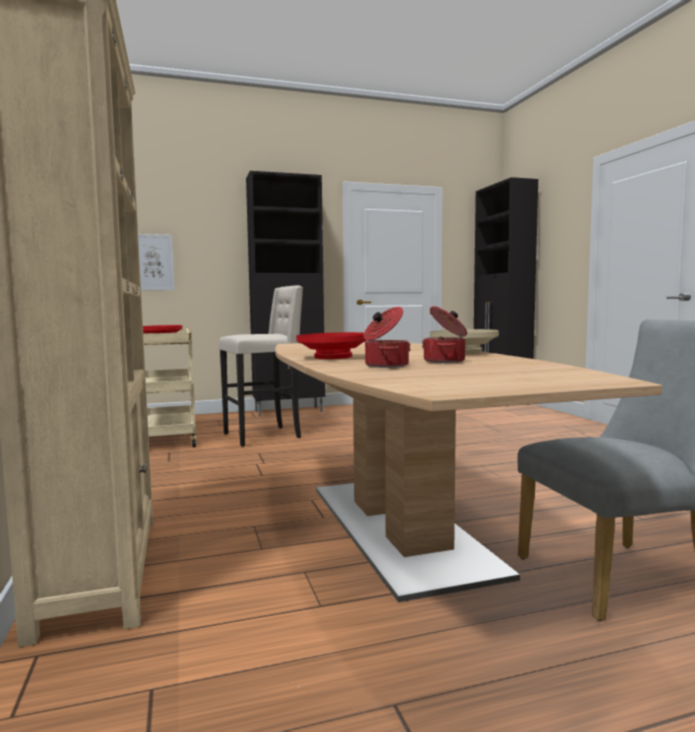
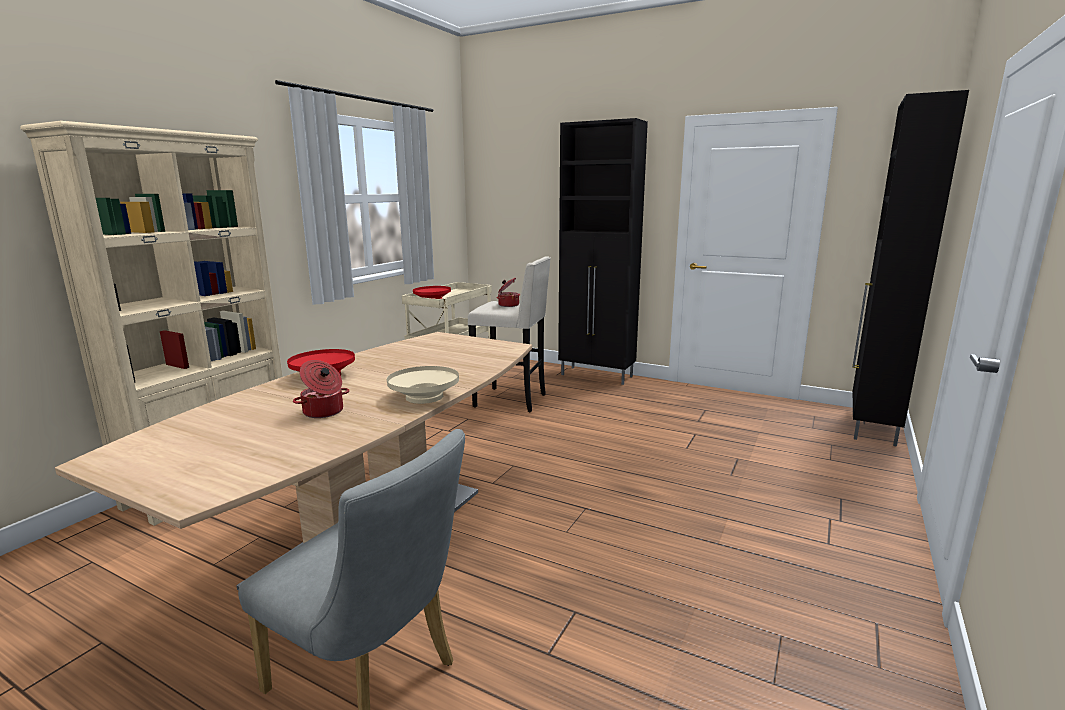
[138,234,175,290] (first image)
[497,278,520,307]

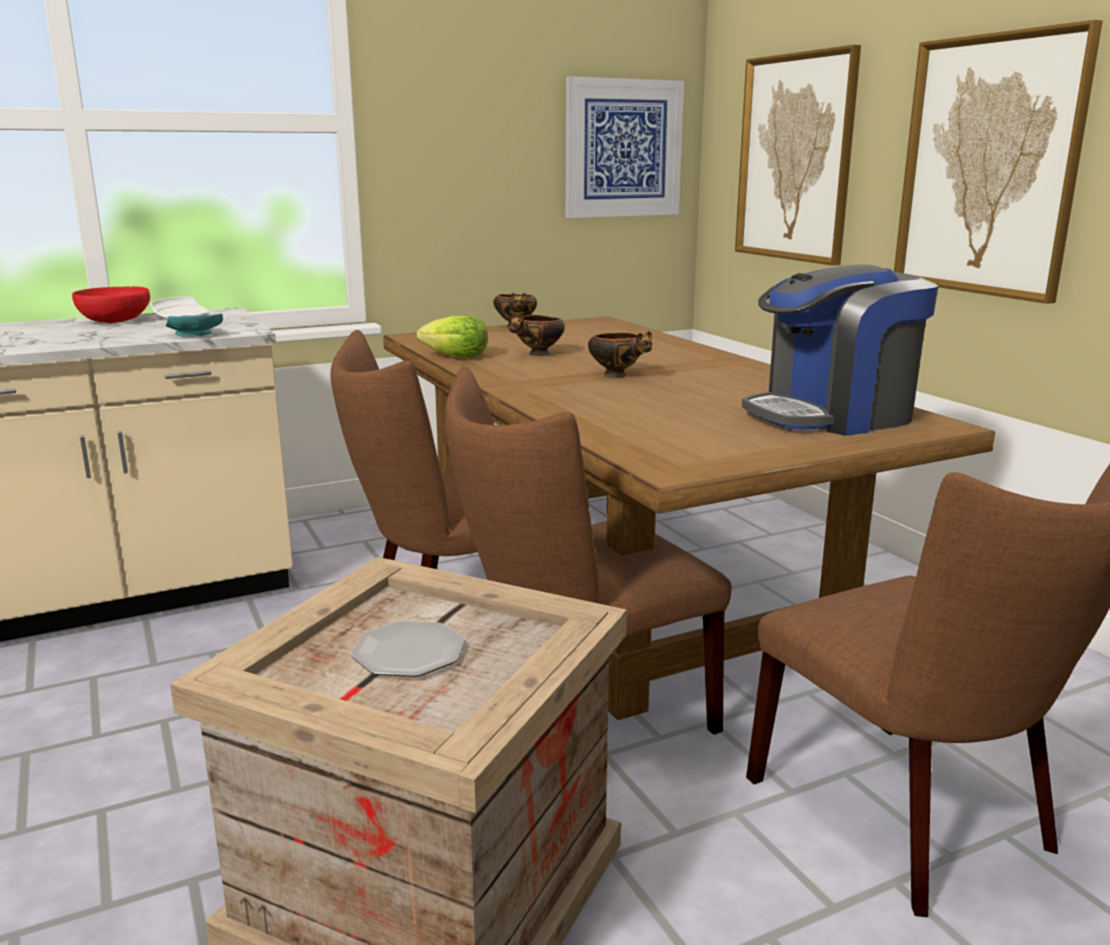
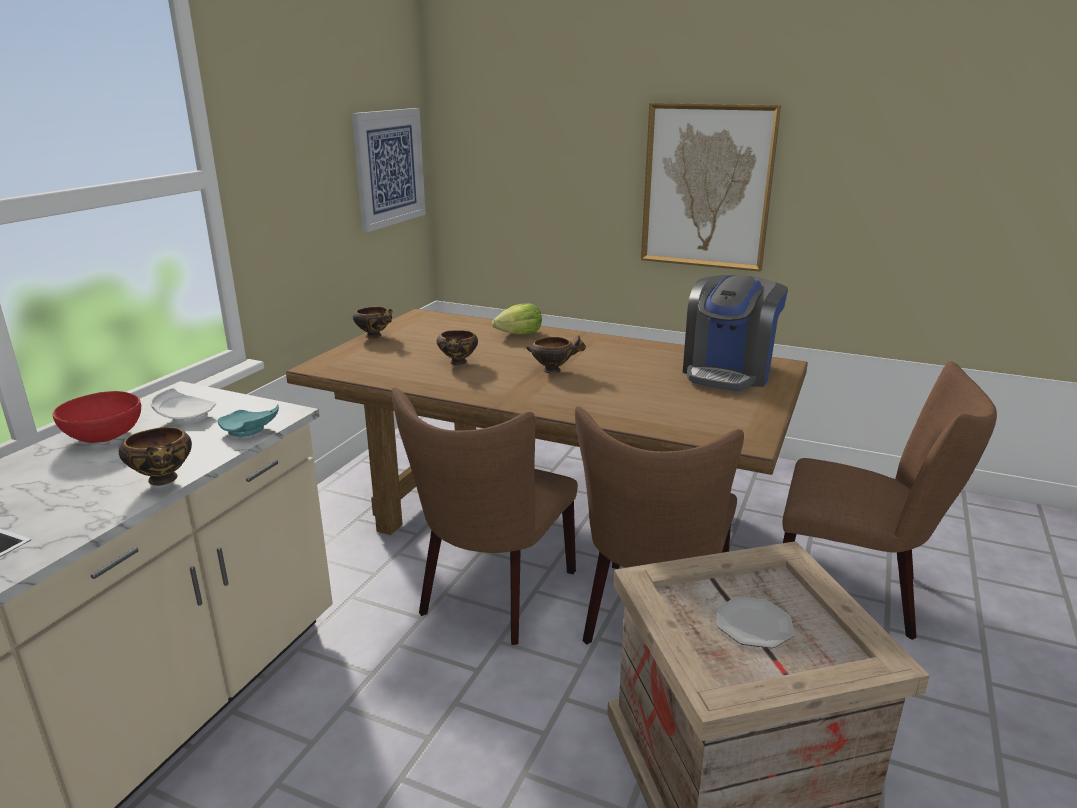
[492,303,542,334]
[735,45,861,266] (first image)
[119,427,192,486]

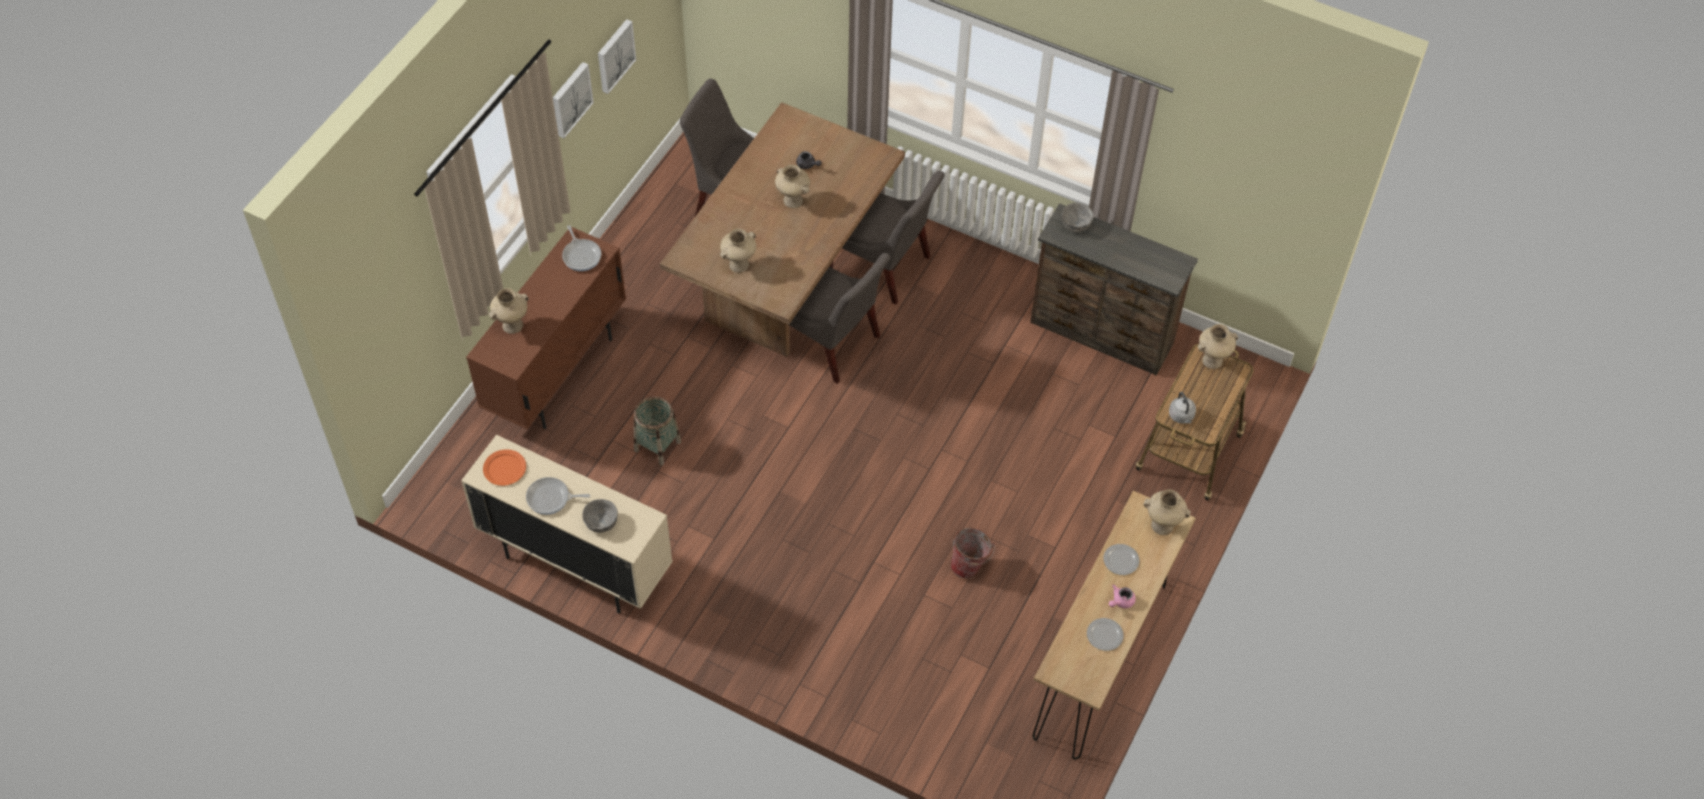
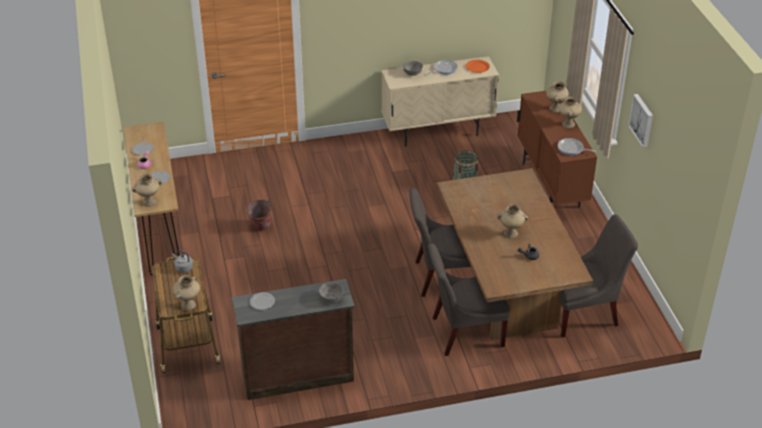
[598,19,636,94] (first image)
[559,97,582,128]
[250,292,275,310]

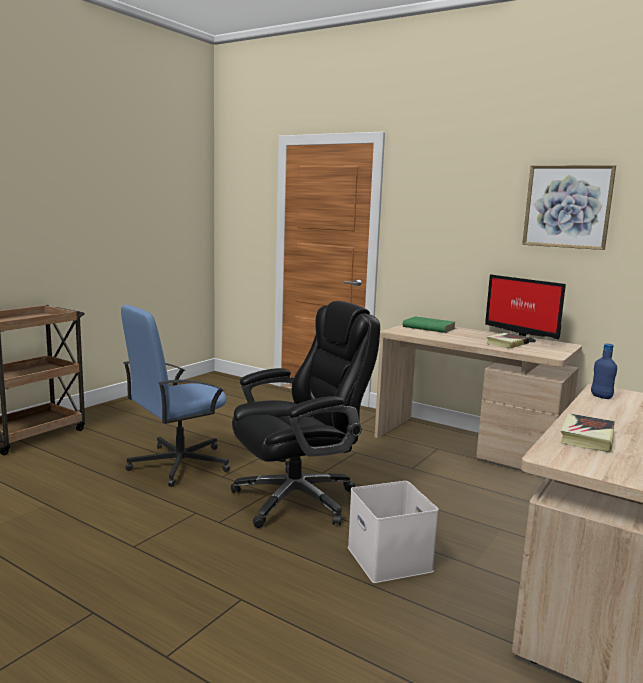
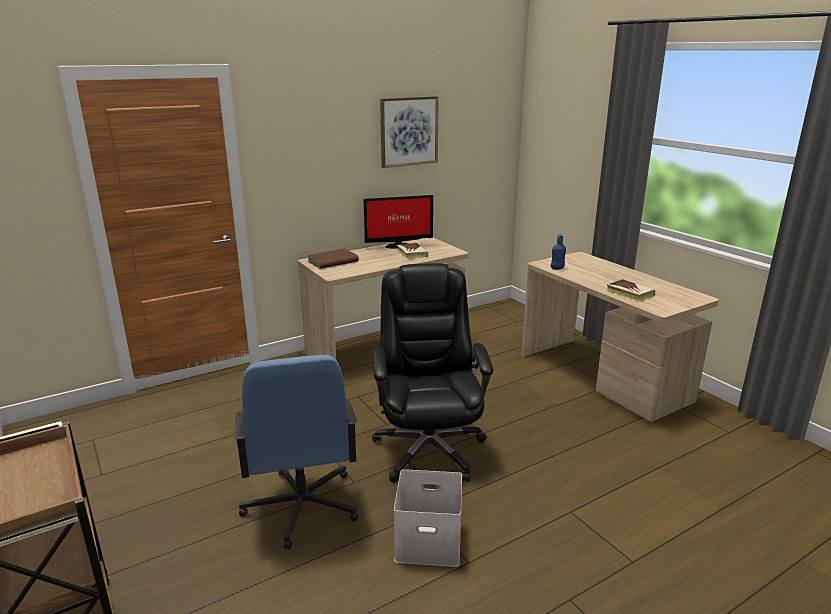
[394,469,462,567]
[307,248,359,269]

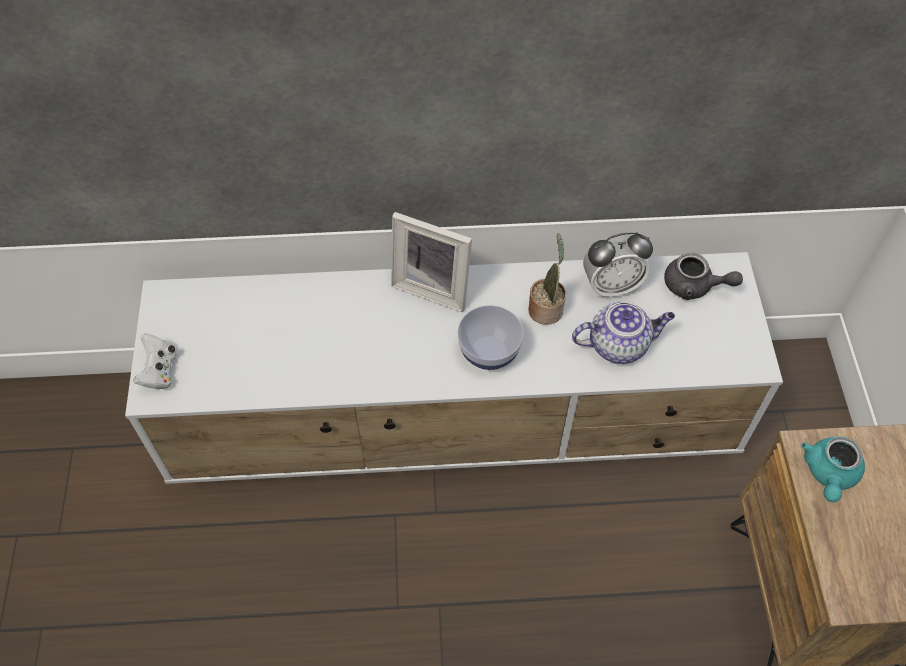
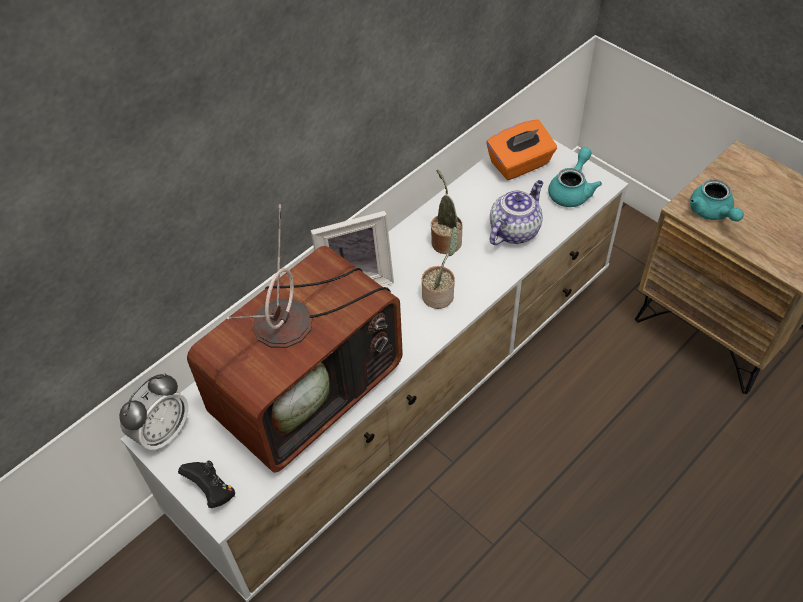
[178,460,235,508]
[422,227,458,309]
[119,373,188,452]
[486,120,557,180]
[187,204,403,473]
[548,147,602,207]

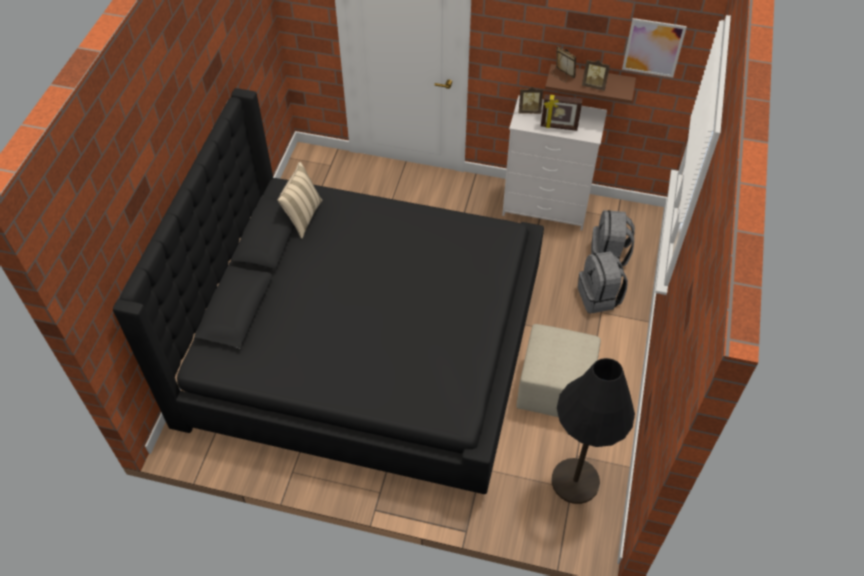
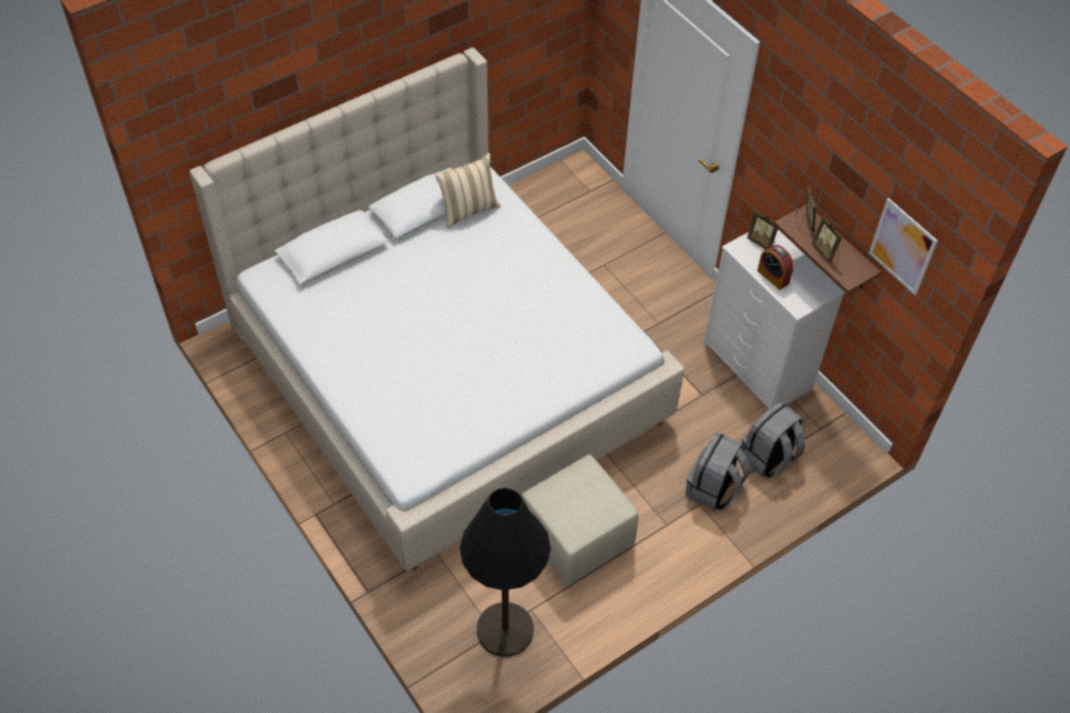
[189,47,684,571]
[757,245,794,290]

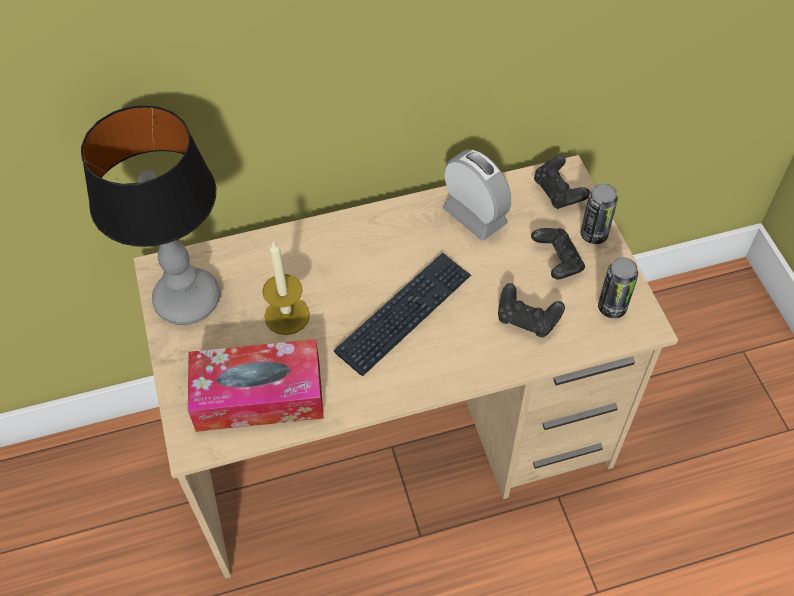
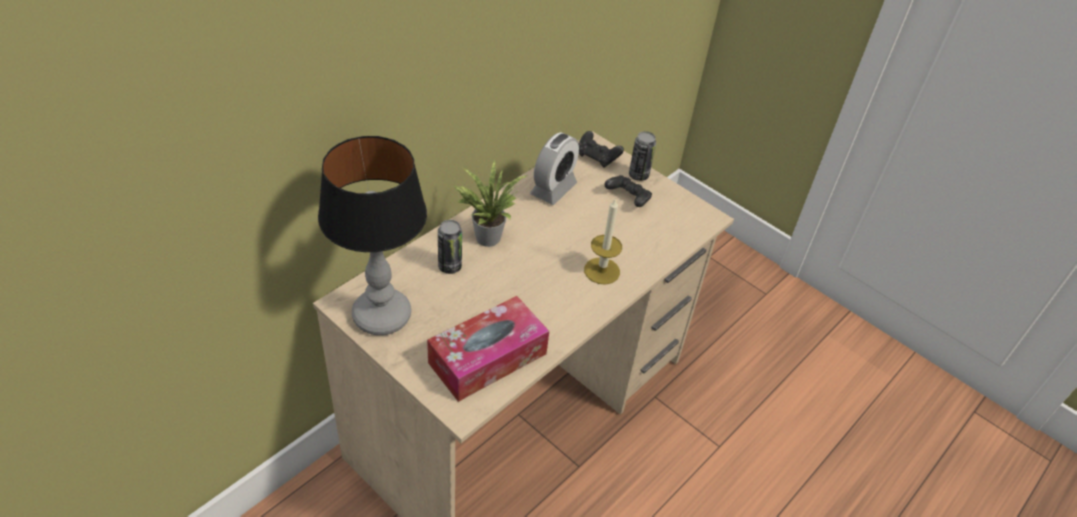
[584,198,622,285]
[334,252,471,376] (first image)
[530,132,579,205]
[498,283,565,337] (first image)
[438,220,462,274]
[453,160,528,247]

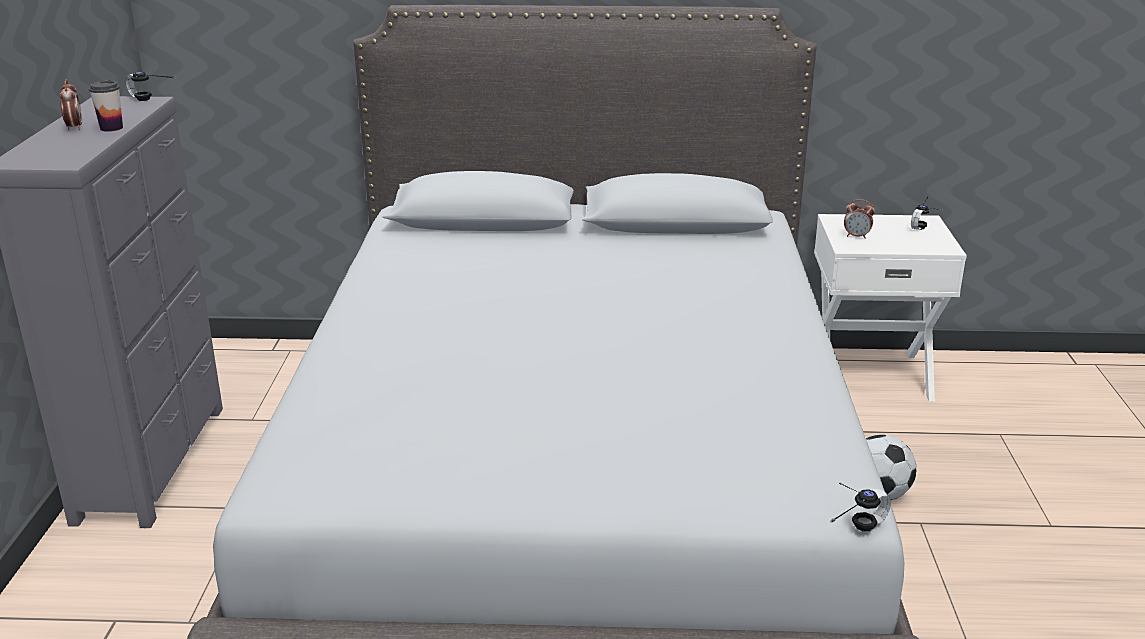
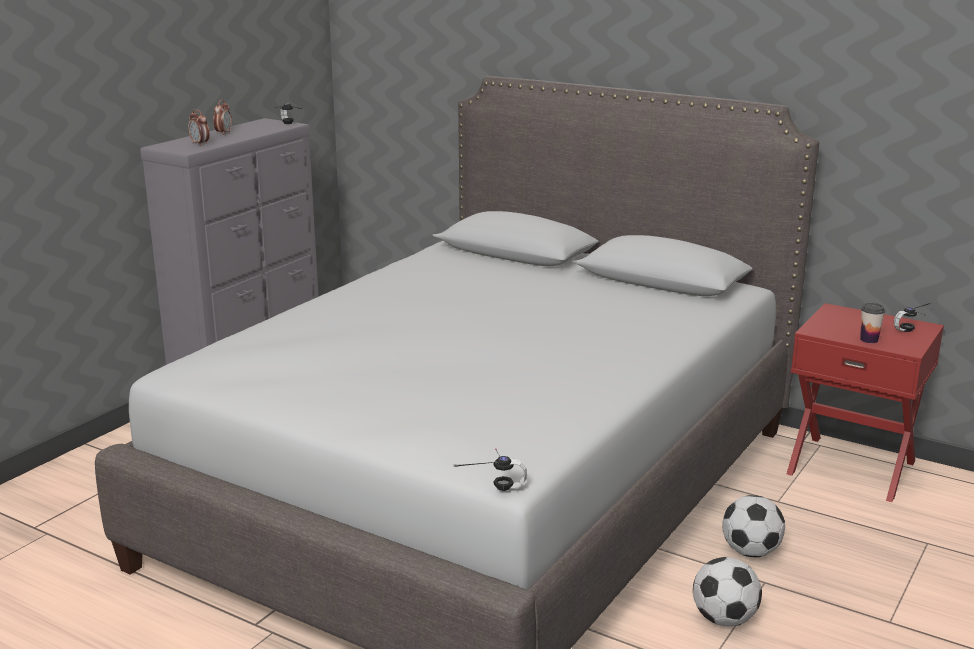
[860,303,885,343]
[787,303,944,502]
[188,109,210,146]
[693,557,762,627]

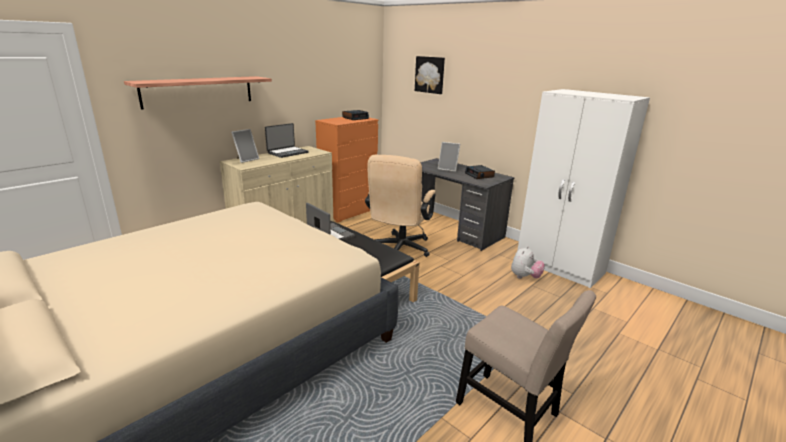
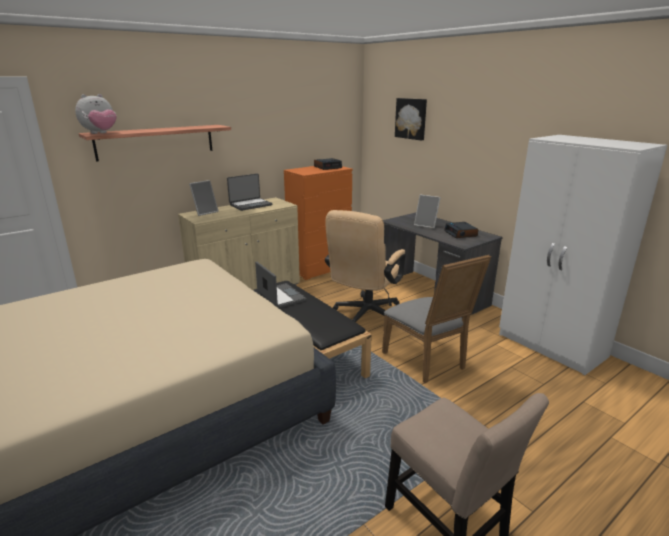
[75,94,117,134]
[382,255,491,383]

